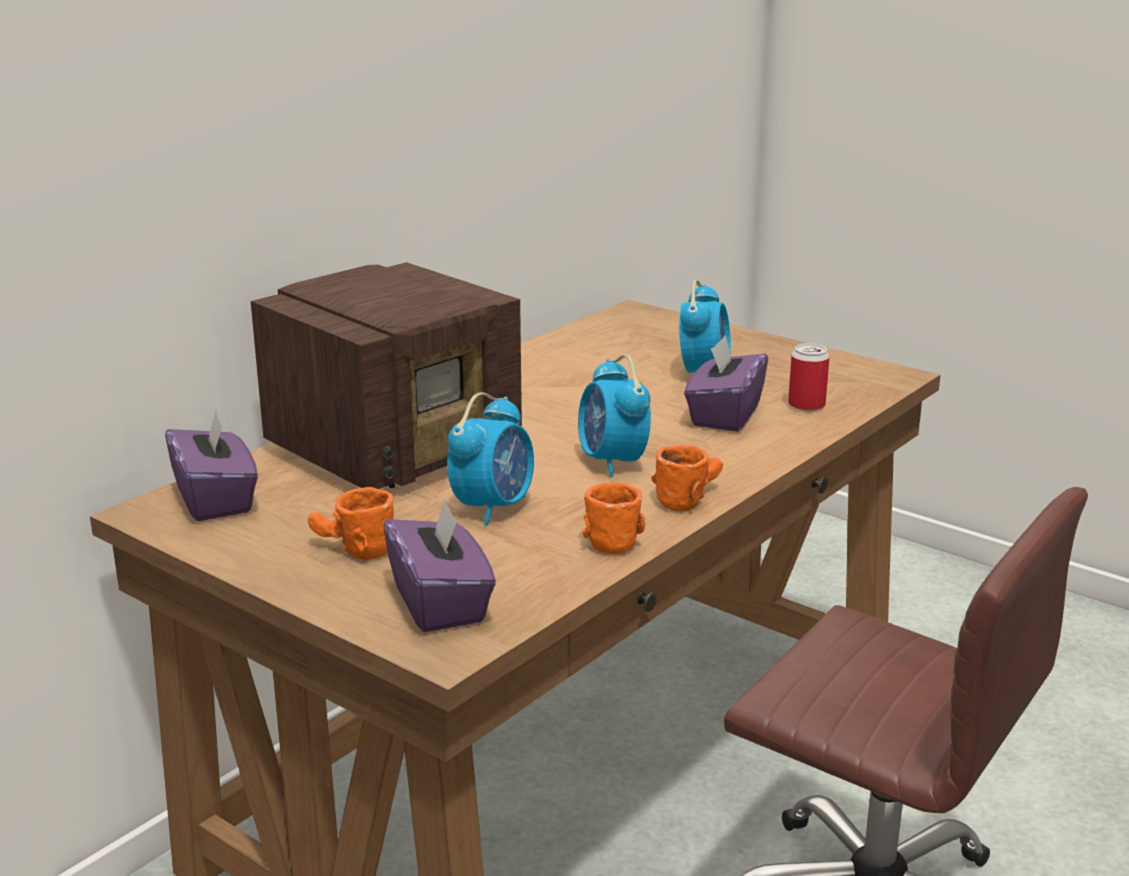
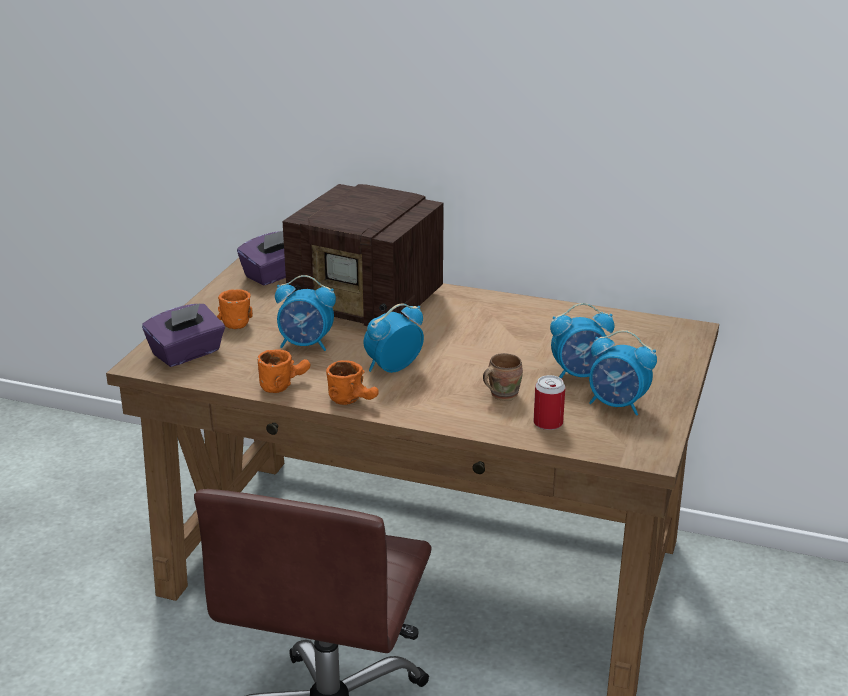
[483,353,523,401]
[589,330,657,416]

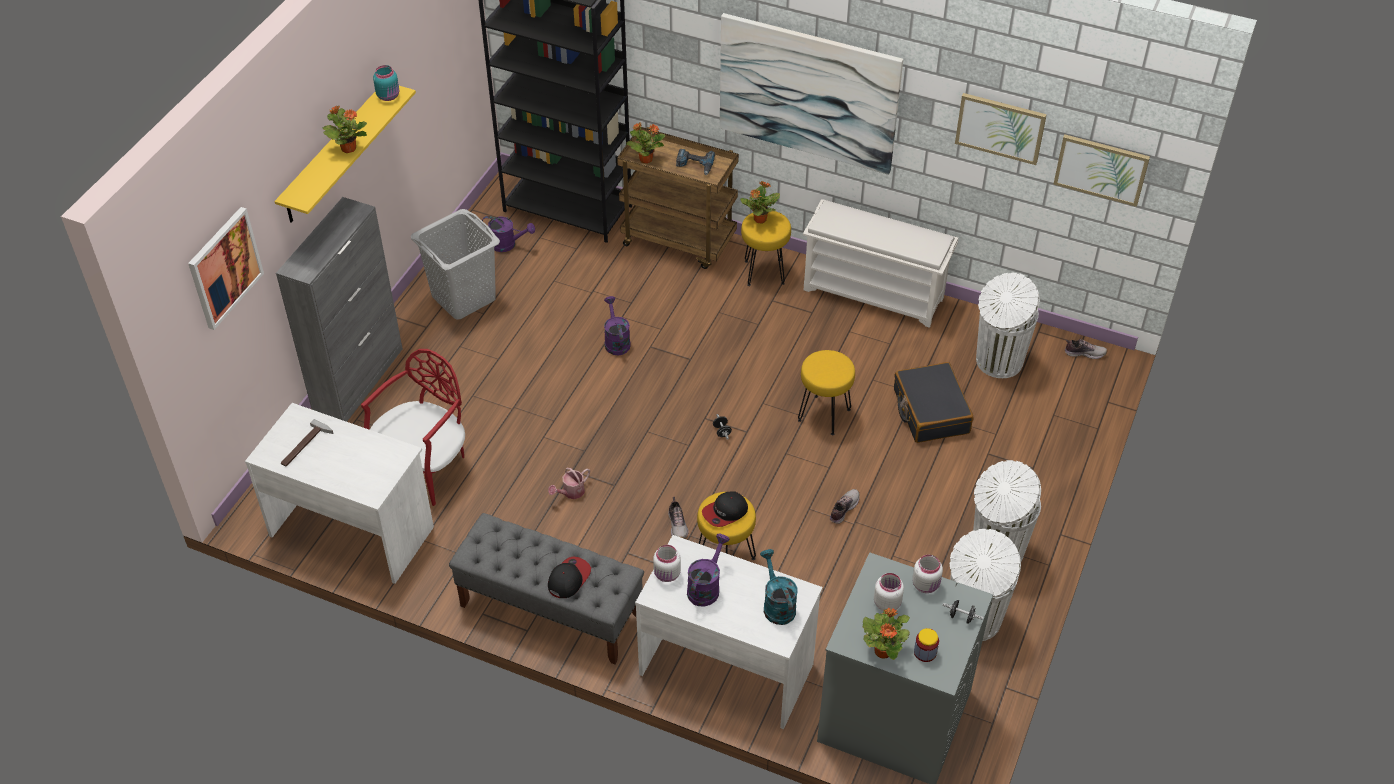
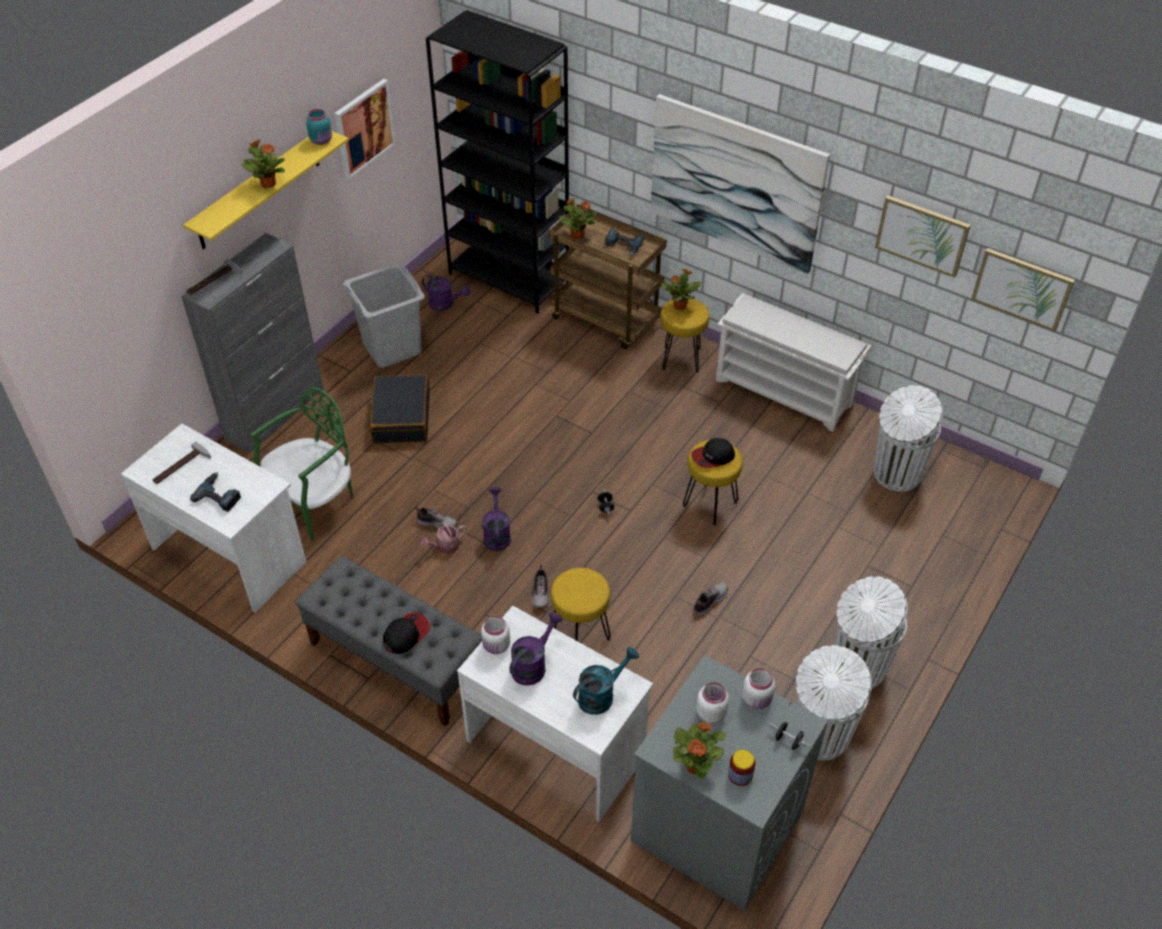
[334,79,396,180]
[250,387,353,541]
[483,487,511,551]
[691,438,735,468]
[573,647,639,715]
[369,374,430,444]
[415,507,457,529]
[186,259,243,295]
[190,472,241,512]

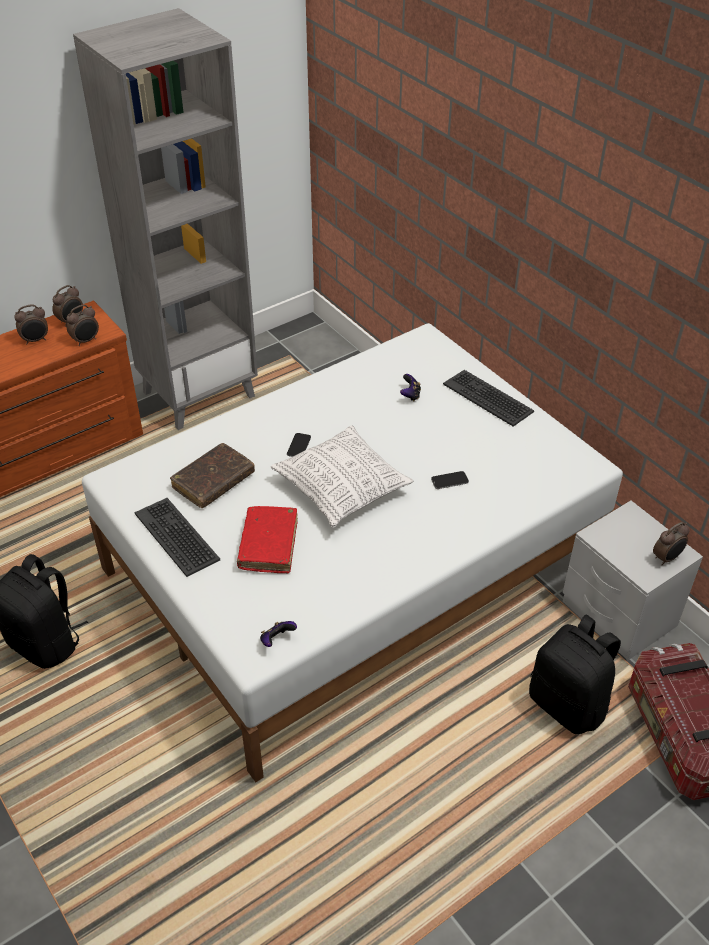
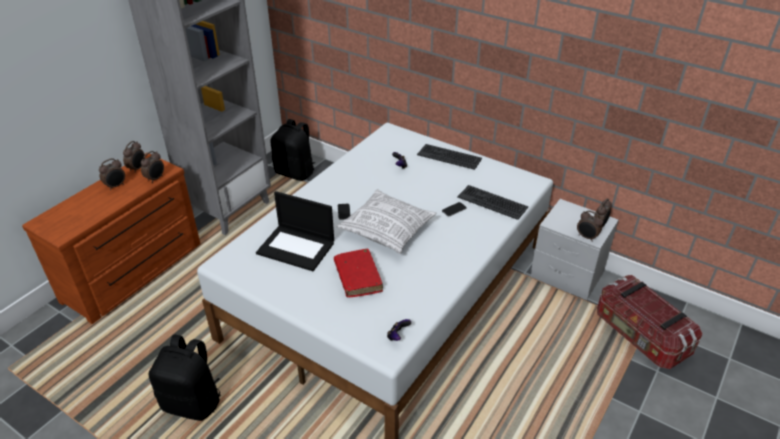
[457,185,528,220]
[256,191,334,271]
[271,119,315,181]
[577,210,603,242]

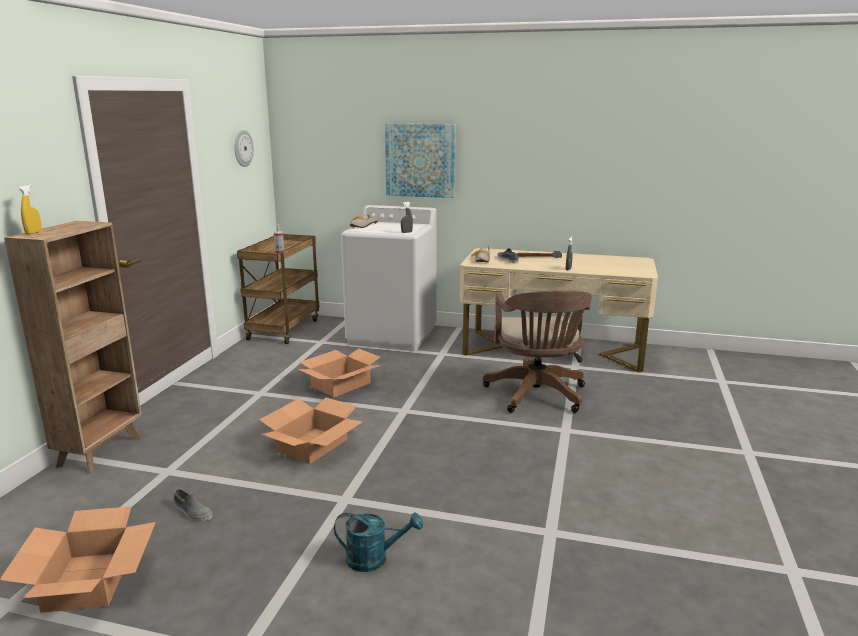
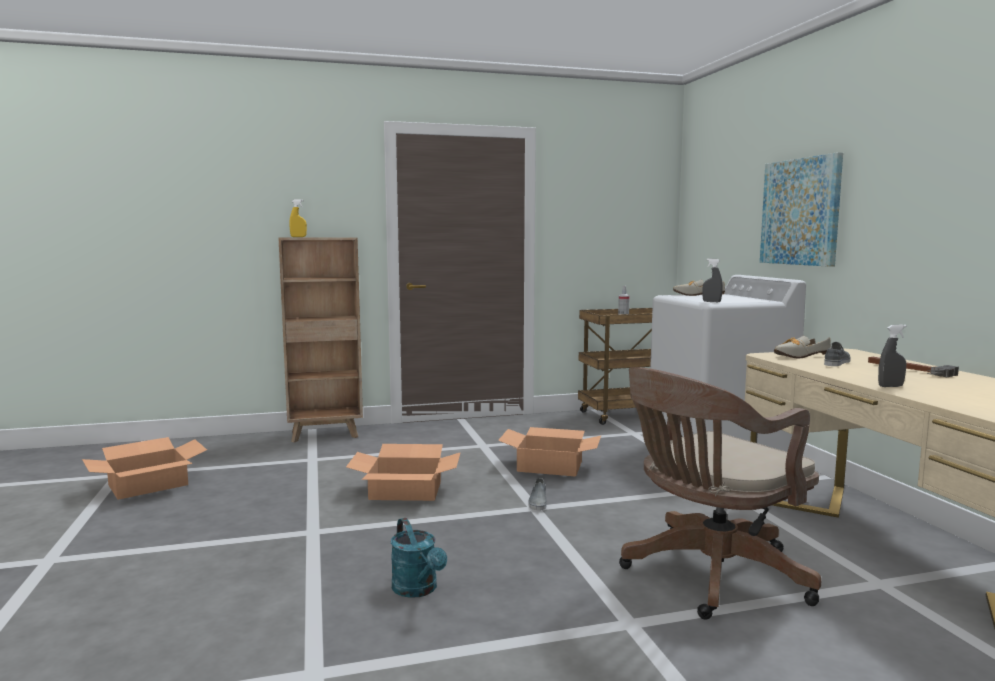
[529,478,547,511]
[235,130,254,167] (first image)
[391,518,447,598]

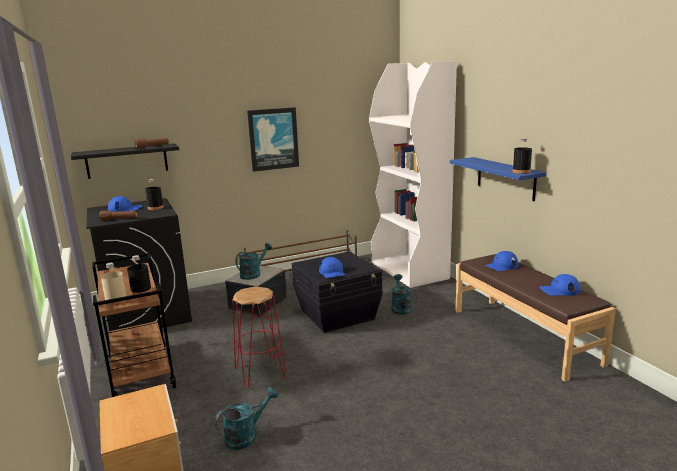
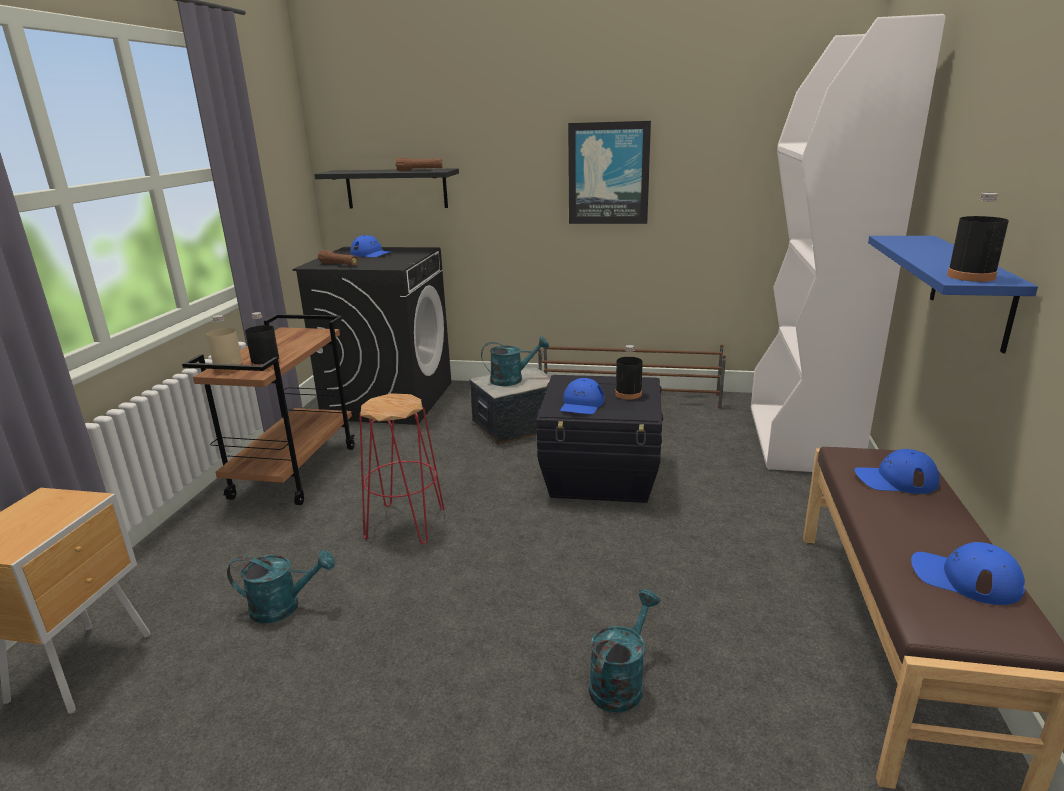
[615,345,643,399]
[589,589,660,713]

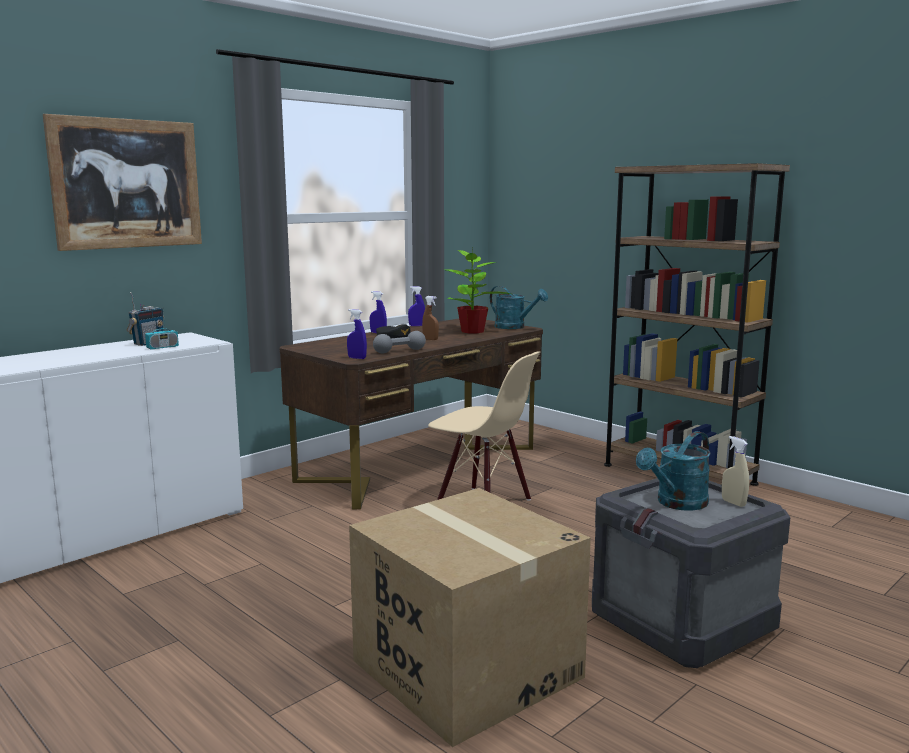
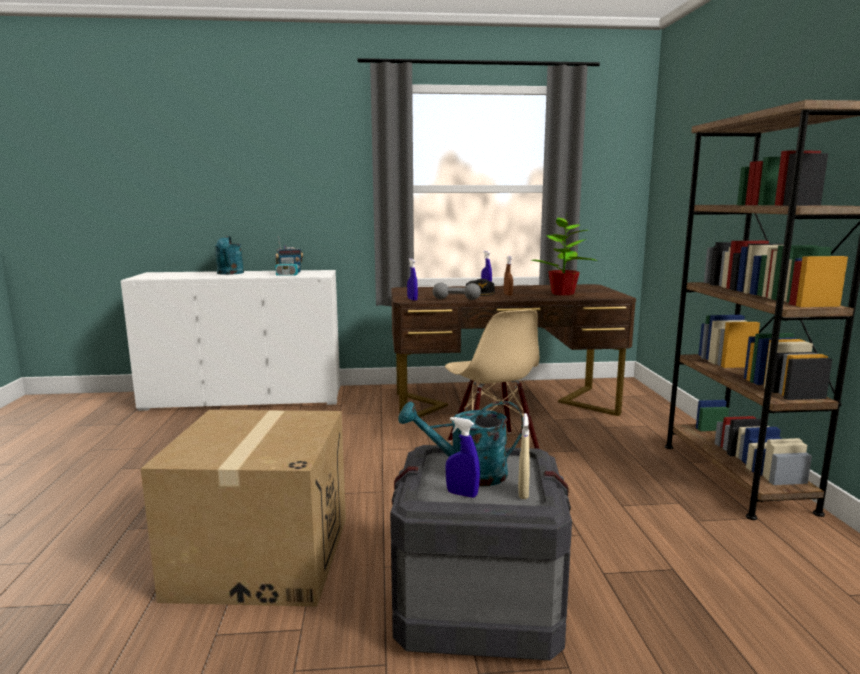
[43,114,202,251] (first image)
[446,417,480,498]
[215,236,244,275]

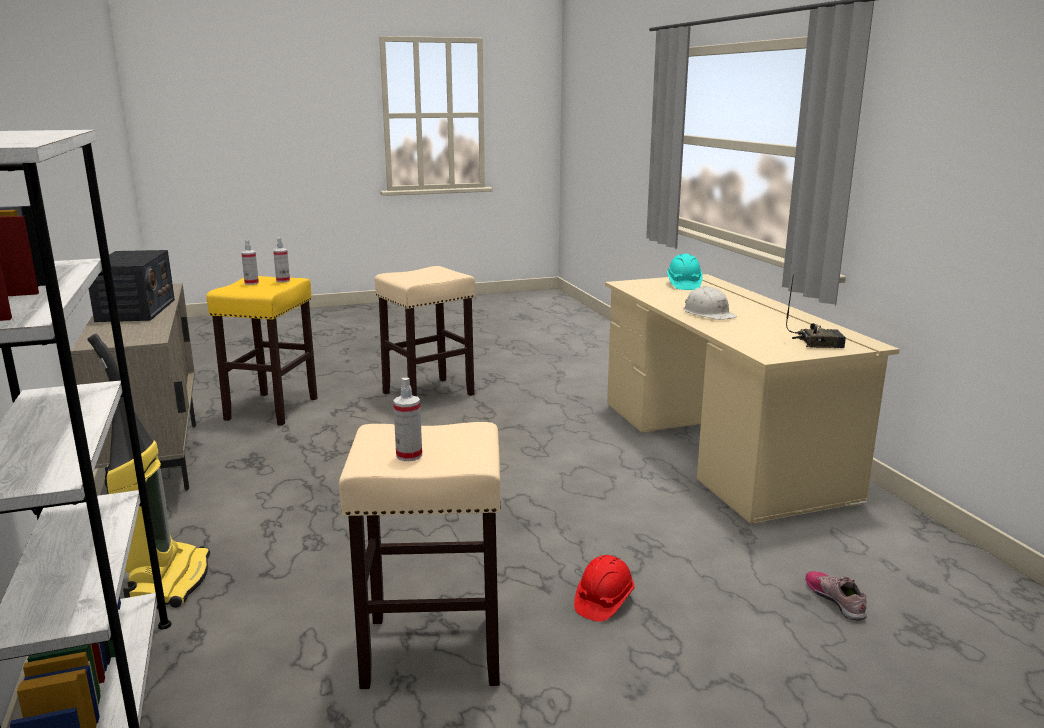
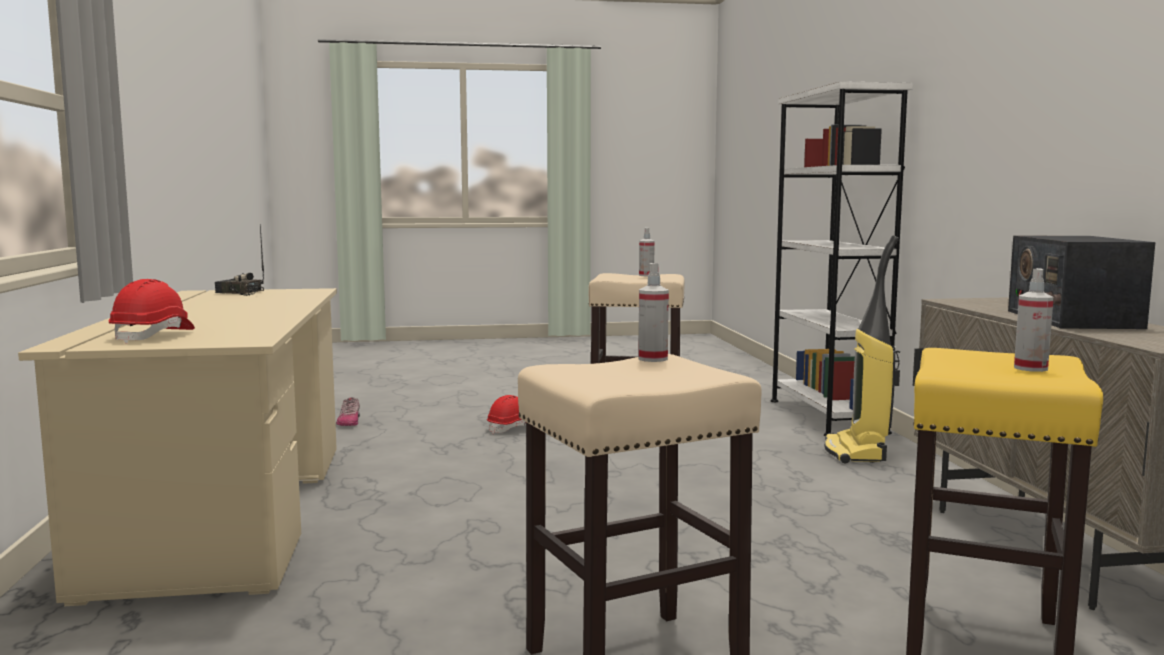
[638,263,669,362]
[109,279,195,344]
[683,286,737,320] (first image)

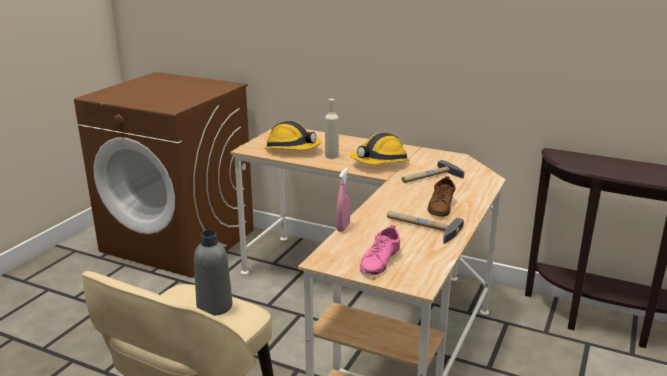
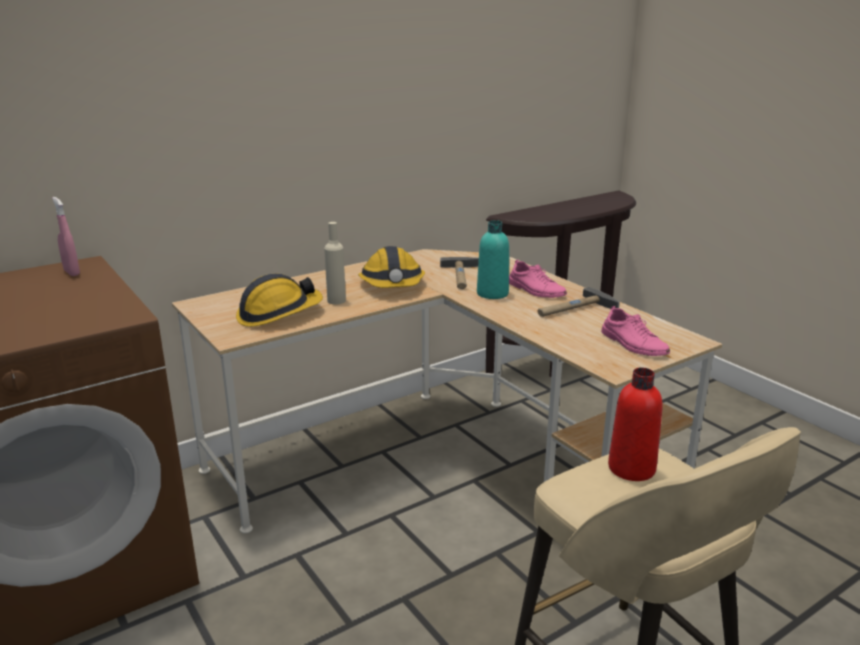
[608,367,663,481]
[52,197,80,276]
[509,259,567,298]
[477,220,509,299]

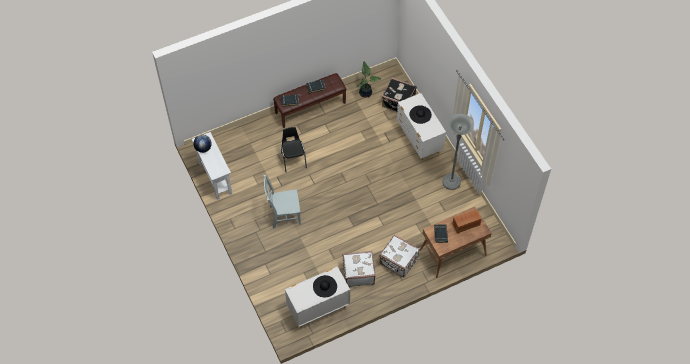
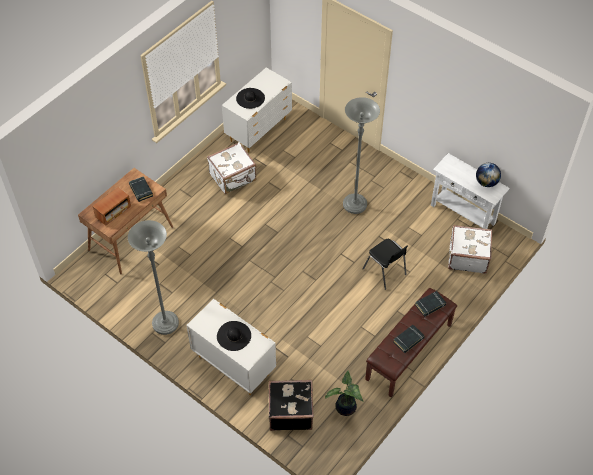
[343,97,380,214]
[448,225,493,274]

